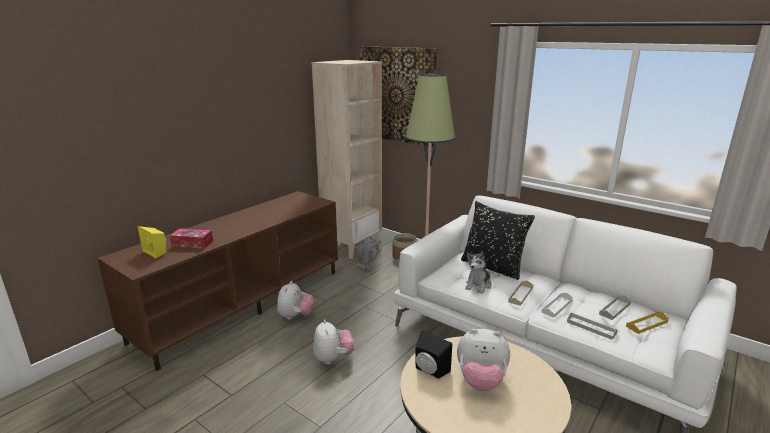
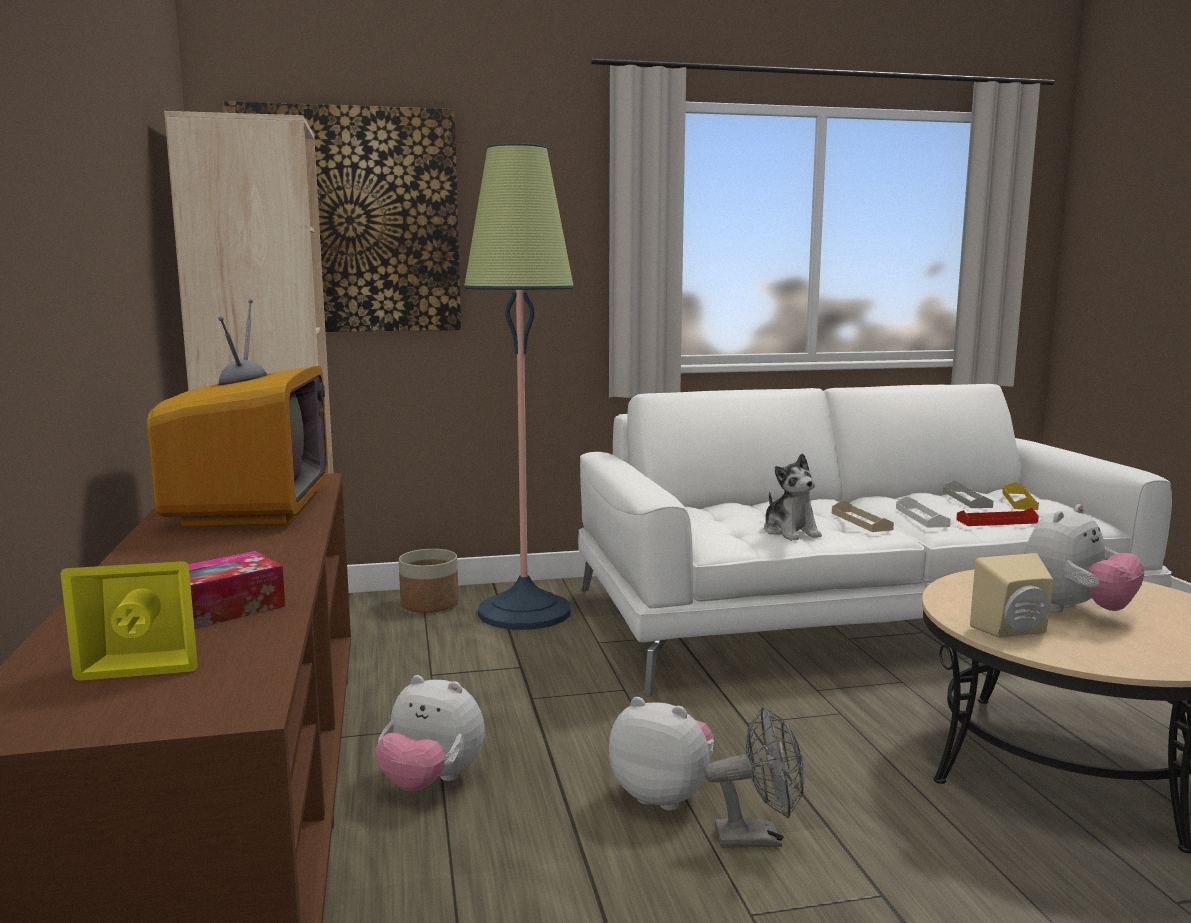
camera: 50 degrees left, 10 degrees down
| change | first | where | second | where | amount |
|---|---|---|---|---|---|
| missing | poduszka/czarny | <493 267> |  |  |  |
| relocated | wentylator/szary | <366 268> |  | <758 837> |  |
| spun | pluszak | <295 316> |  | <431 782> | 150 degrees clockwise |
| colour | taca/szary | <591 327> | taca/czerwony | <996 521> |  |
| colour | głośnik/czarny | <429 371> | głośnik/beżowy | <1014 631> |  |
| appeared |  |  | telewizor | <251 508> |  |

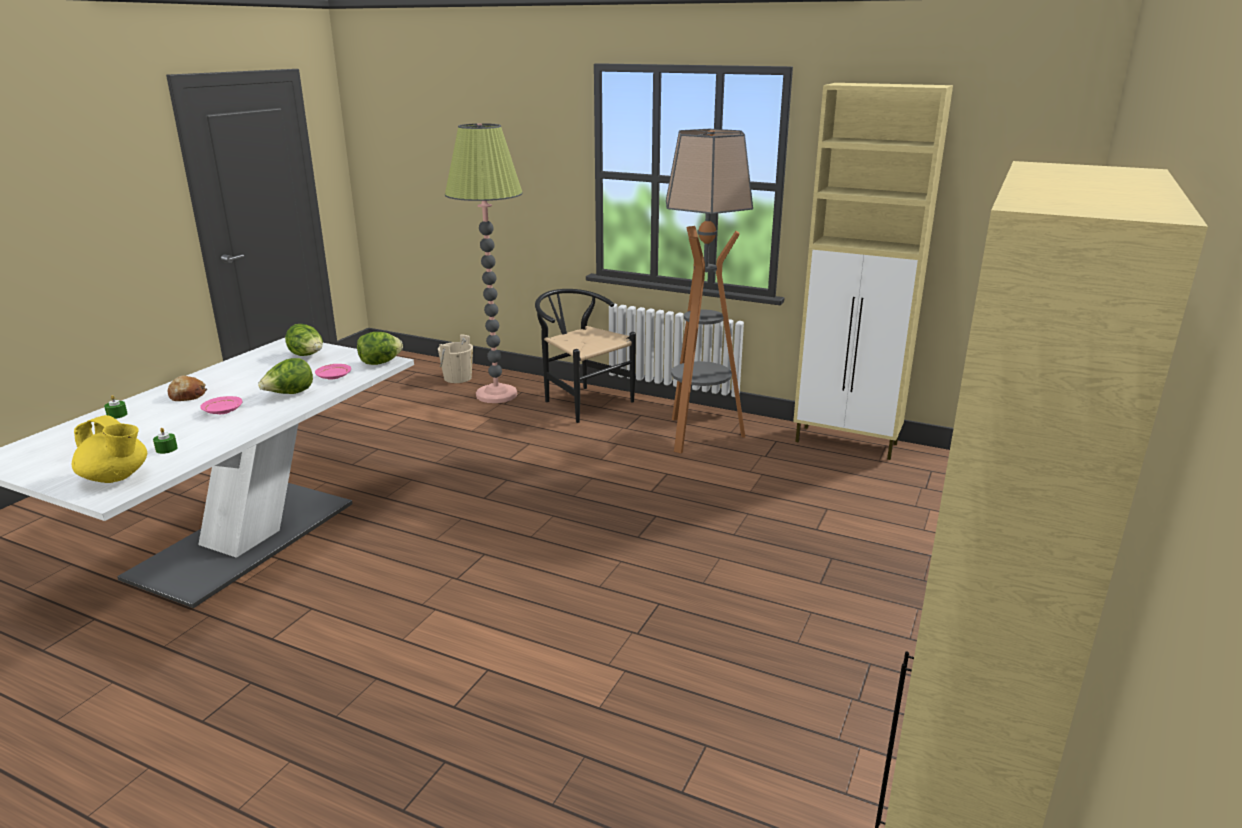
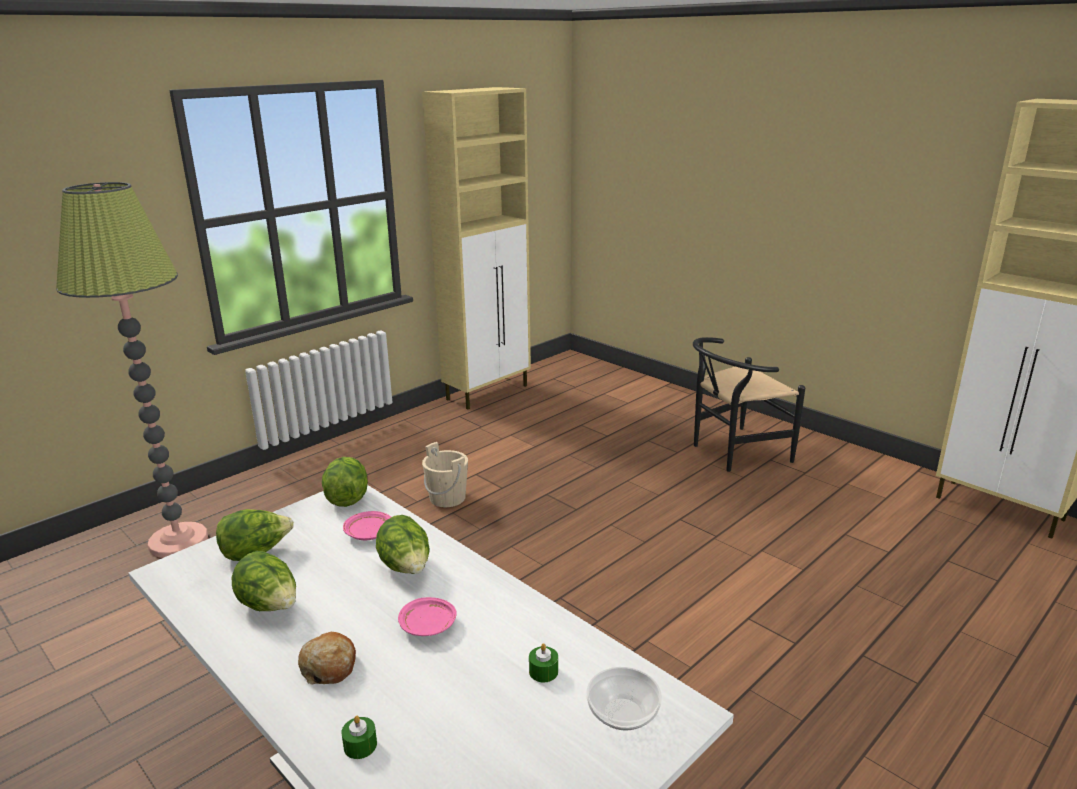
camera: 70 degrees left, 0 degrees up
| change | first | where | second | where | amount |
|---|---|---|---|---|---|
| missing | lampa stojąca | <699 435> |  |  |  |
| relocated | krzesło/czarny | <581 401> |  | <733 452> |  |
| relocated | wiadro/beżowy | <457 378> |  | <447 498> |  |
| exchanged | imbryk/żółty | <116 477> | miska | <624 714> |  |
| appeared |  |  | sałata | <270 606> |  |

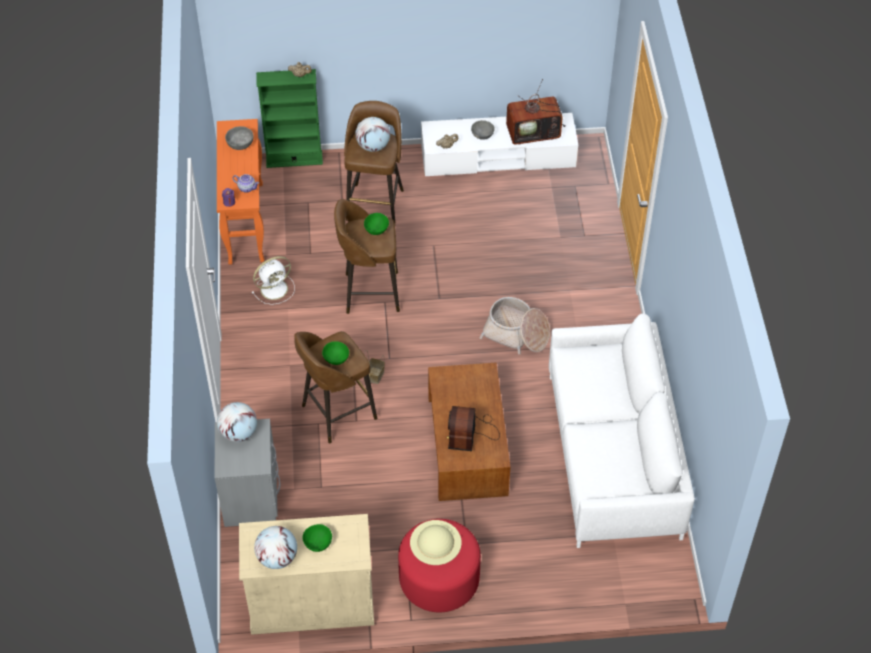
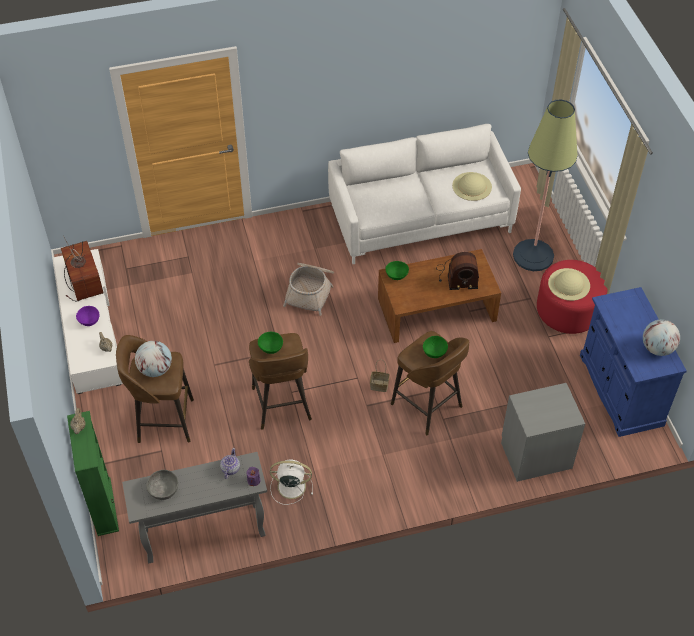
camera: 100 degrees left, 0 degrees up
| change | first | where | second | where | amount |
|---|---|---|---|---|---|
| colour | stolik konsolowy/pomarańczowy | <245 222> | stolik konsolowy/szary | <203 534> |  |
| colour | miska/szary | <482 135> | miska/fioletowy | <89 321> |  |
| spun | wentylator/biały | <275 288> |  | <290 486> | 45 degrees counterclockwise |
| missing | globus | <238 433> |  |  |  |
| colour | szafka/beżowy | <311 603> | szafka/niebieski | <620 390> |  |
| relocated | miska/zielony | <317 544> |  | <397 276> |  |
| appeared |  |  | lampa stojąca | <533 255> |  |
| appeared |  |  | kapelusz/beżowy | <472 186> |  |

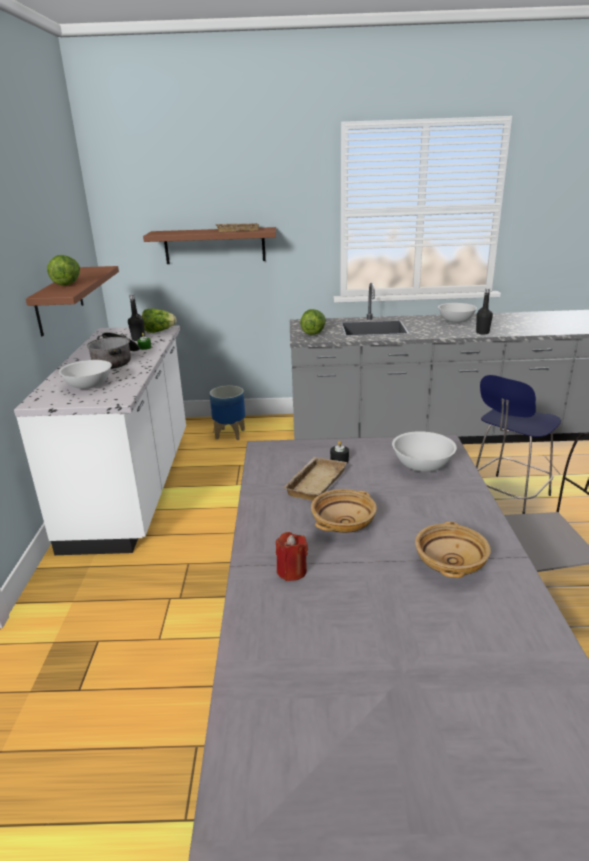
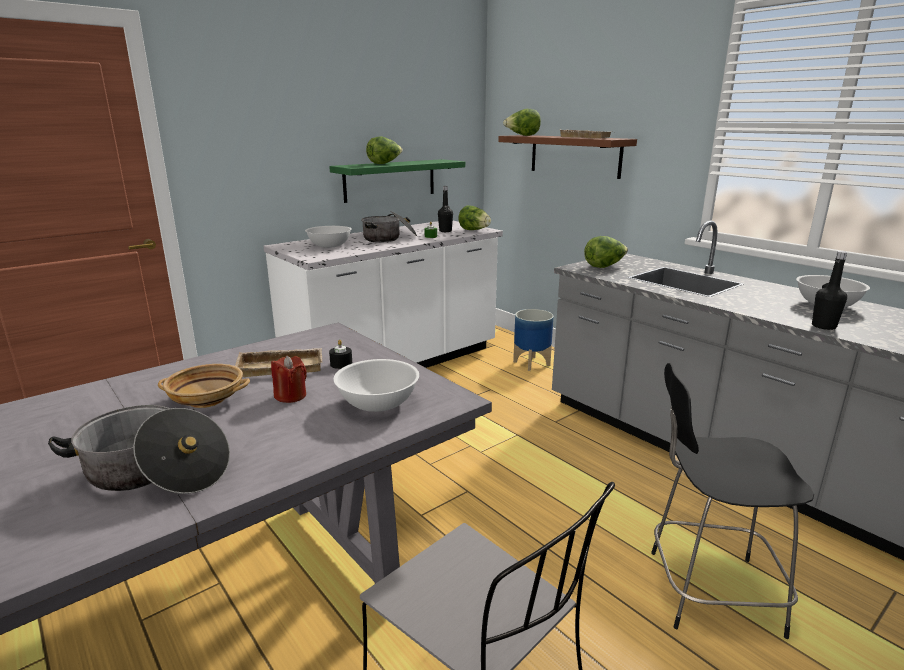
camera: 50 degrees right, 5 degrees down
| change | first | where | second | where | amount |
|---|---|---|---|---|---|
| colour | półka/brązowy | <59 300> | półka/zielony | <390 180> |  |
| colour | stołek/niebieski | <507 497> | stołek/czarny | <707 591> |  |
| exchanged | miska/beżowy | <449 563> | garnek | <154 472> |  |
| relocated | świeca/czerwony | <291 571> |  | <290 396> |  |
| appeared |  |  | sałata | <522 135> |  |

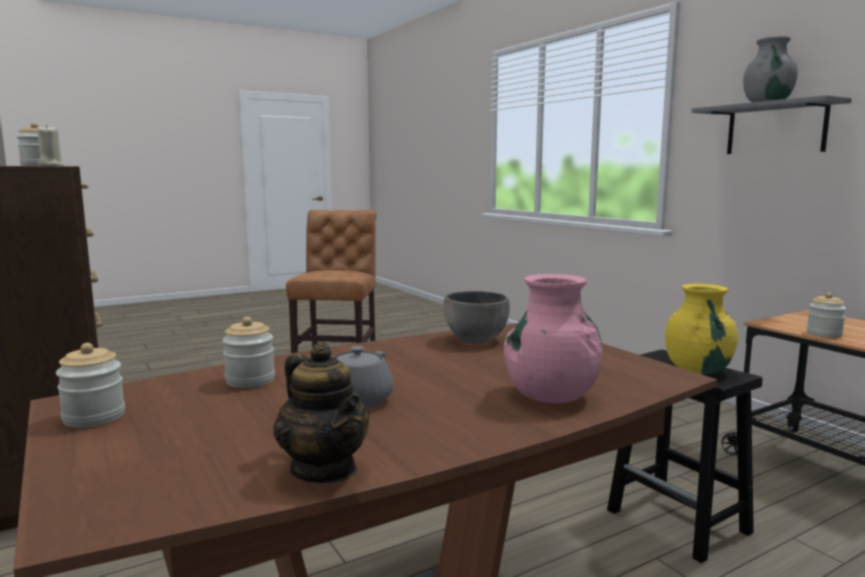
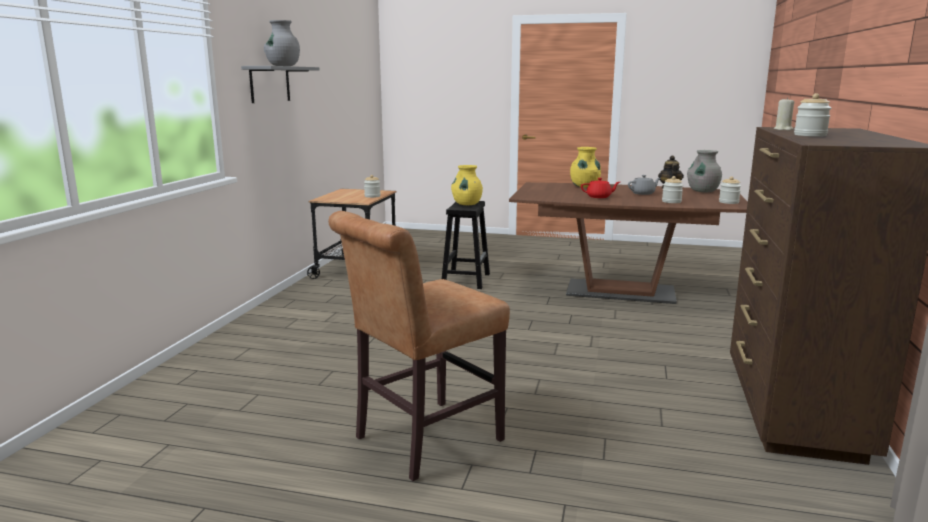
camera: 135 degrees left, 5 degrees up
| change | first | where | second | where | amount |
|---|---|---|---|---|---|
| colour | wazon/różowy | <550 395> | wazon/żółty | <584 186> |  |
| missing | miska/szary | <475 340> |  |  |  |
| appeared |  |  | wazon/szary | <703 191> |  |
| appeared |  |  | imbryk/czerwony | <599 197> |  |

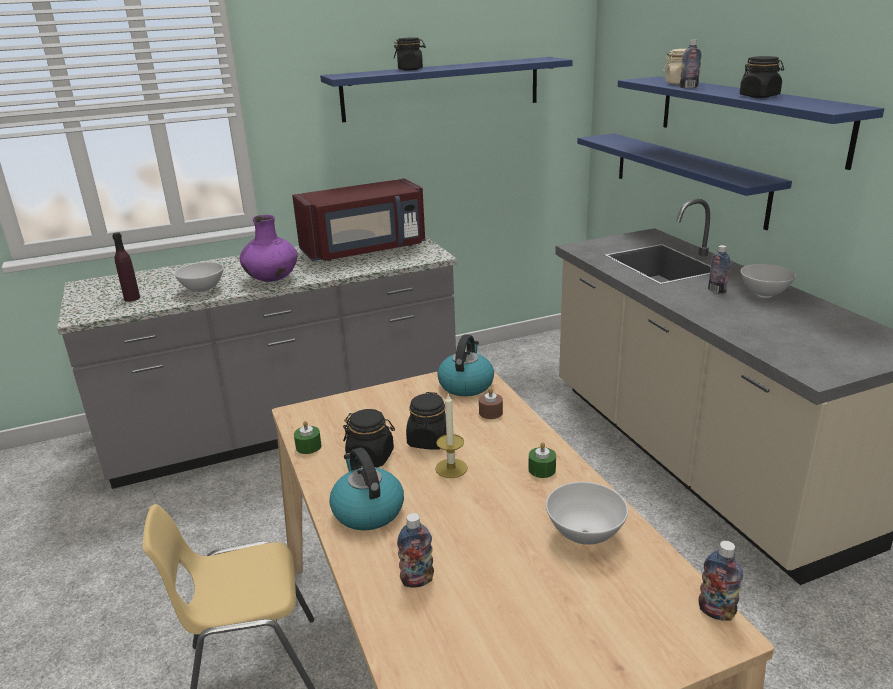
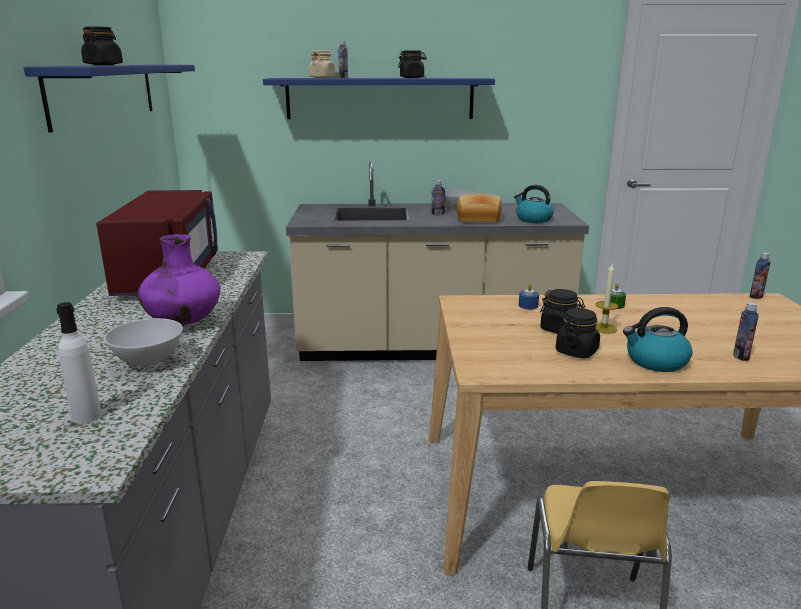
camera: 70 degrees left, 5 degrees down
| change | first | where | second | where | amount |
|---|---|---|---|---|---|
| missing | półka/niebieski | <687 177> |  |  |  |
| colour | butelka/fioletowy | <132 298> | butelka/biały | <86 416> |  |
| relocated | czajnik | <466 384> |  | <533 219> |  |
| colour | świeca/brązowy | <490 412> | świeca/niebieski | <528 305> |  |
| missing | świeca/zielony | <308 446> |  |  |  |
| missing | miska/biały | <585 535> |  |  |  |
| appeared |  |  | chleb | <478 219> |  |

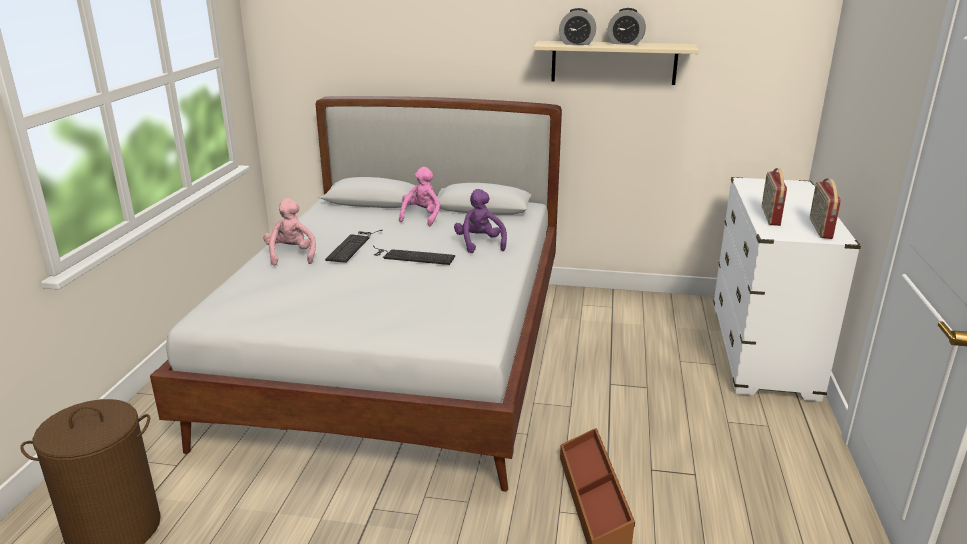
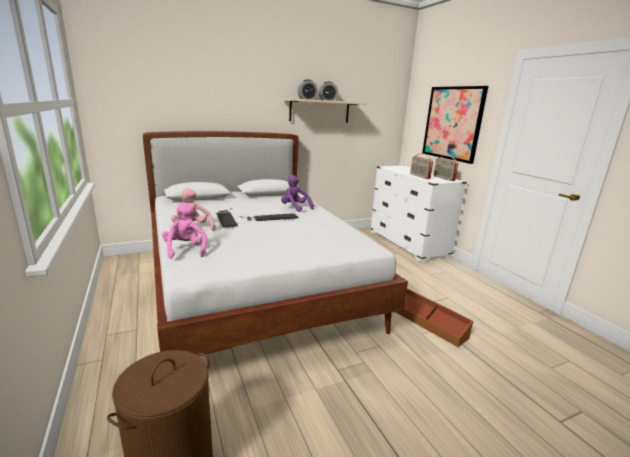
camera: 35 degrees left, 5 degrees down
| change | first | where | second | where | amount |
|---|---|---|---|---|---|
| relocated | pluszak/różowy | <421 217> |  | <185 250> |  |
| appeared |  |  | obraz | <452 123> |  |

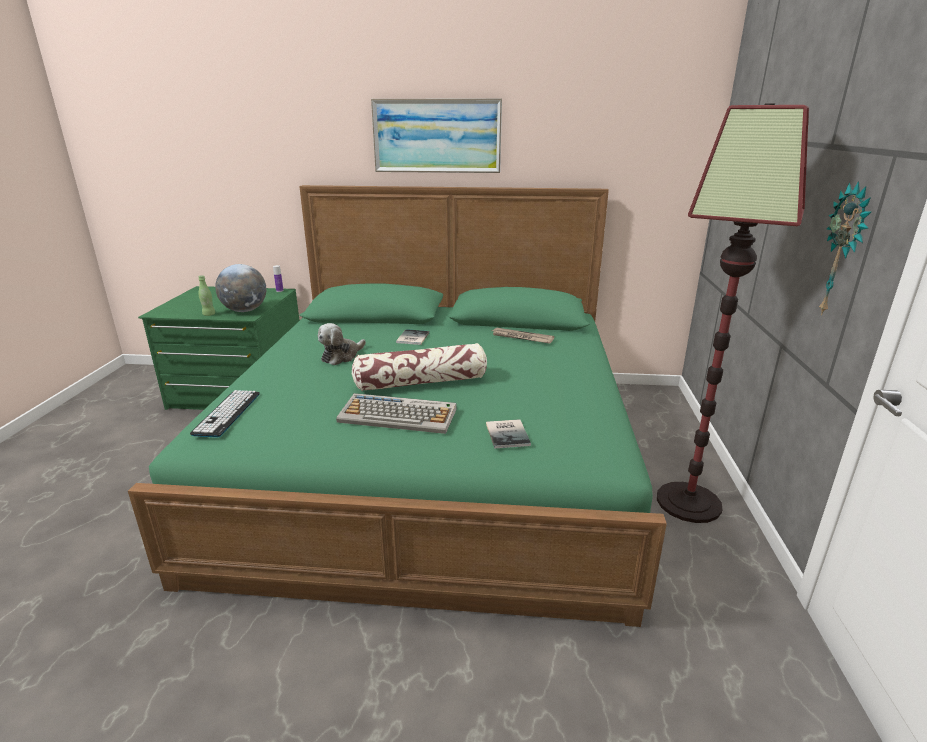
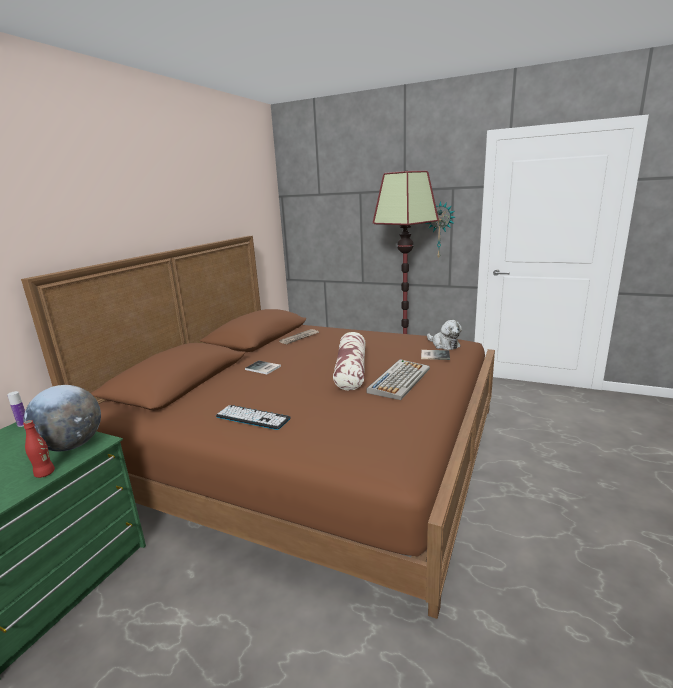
camera: 70 degrees left, 5 degrees down
| change | first | where | second | where | amount |
|---|---|---|---|---|---|
| missing | obraz | <437 136> |  |  |  |
| colour | łóżko/zielony | <432 458> | łóżko/brązowy | <313 448> |  |
| colour | butelka/zielony | <209 314> | butelka/czerwony | <45 473> |  |
| relocated | pluszak | <341 356> |  | <444 345> |  |
| relocated | klawiatura | <227 413> |  | <252 417> |  |

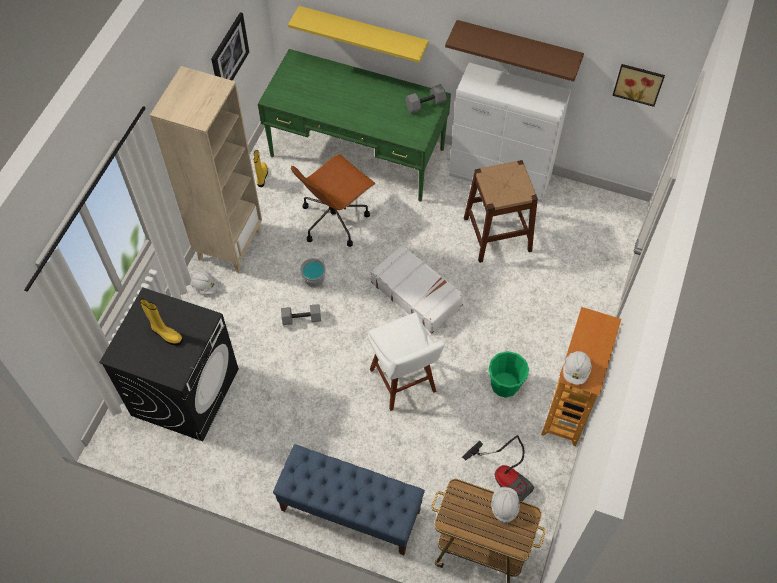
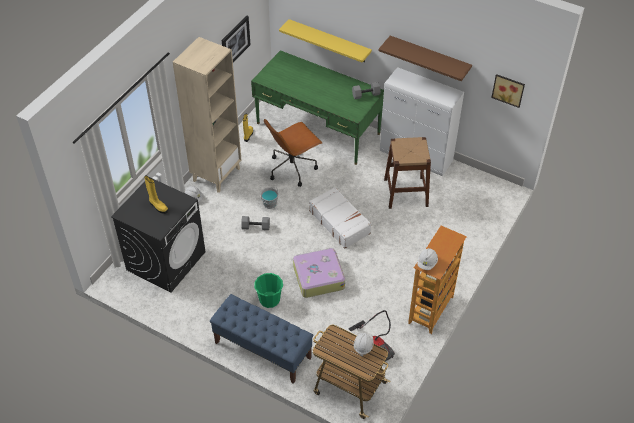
camera: 10 degrees right, 10 degrees down
| change | first | where | second | where | amount |
|---|---|---|---|---|---|
| exchanged | stołek/biały | <404 383> | walizka | <318 277> |  |
| relocated | wiadro/zielony | <505 384> |  | <269 299> |  |

